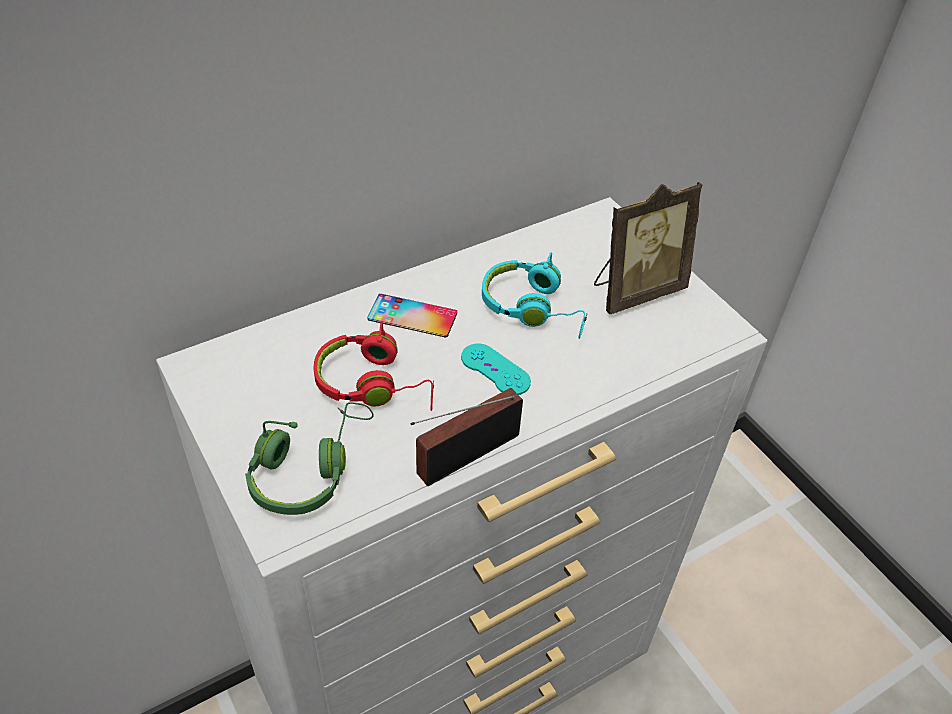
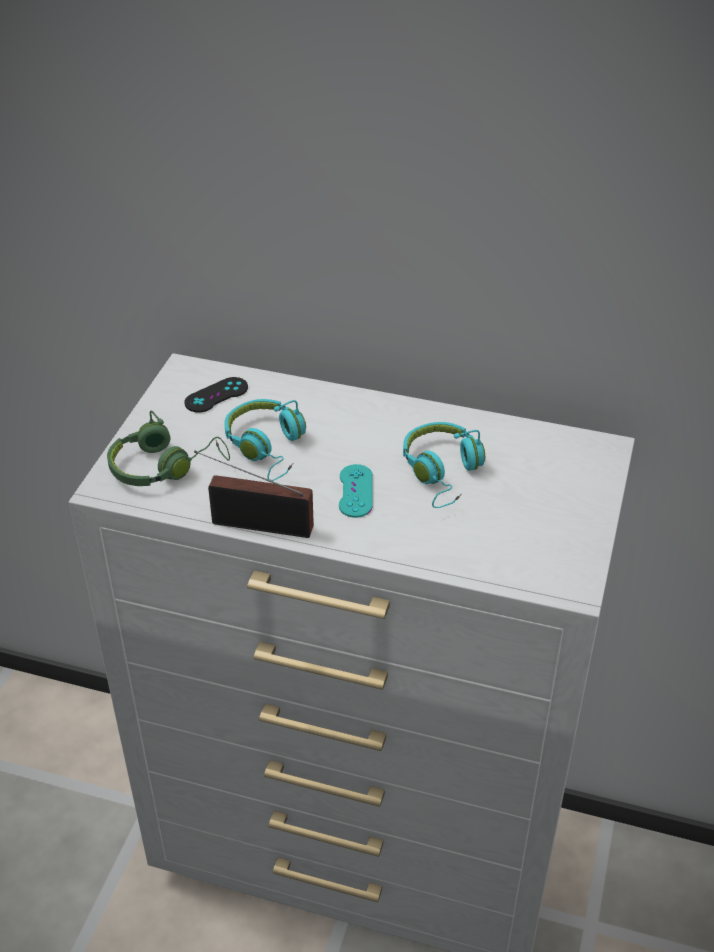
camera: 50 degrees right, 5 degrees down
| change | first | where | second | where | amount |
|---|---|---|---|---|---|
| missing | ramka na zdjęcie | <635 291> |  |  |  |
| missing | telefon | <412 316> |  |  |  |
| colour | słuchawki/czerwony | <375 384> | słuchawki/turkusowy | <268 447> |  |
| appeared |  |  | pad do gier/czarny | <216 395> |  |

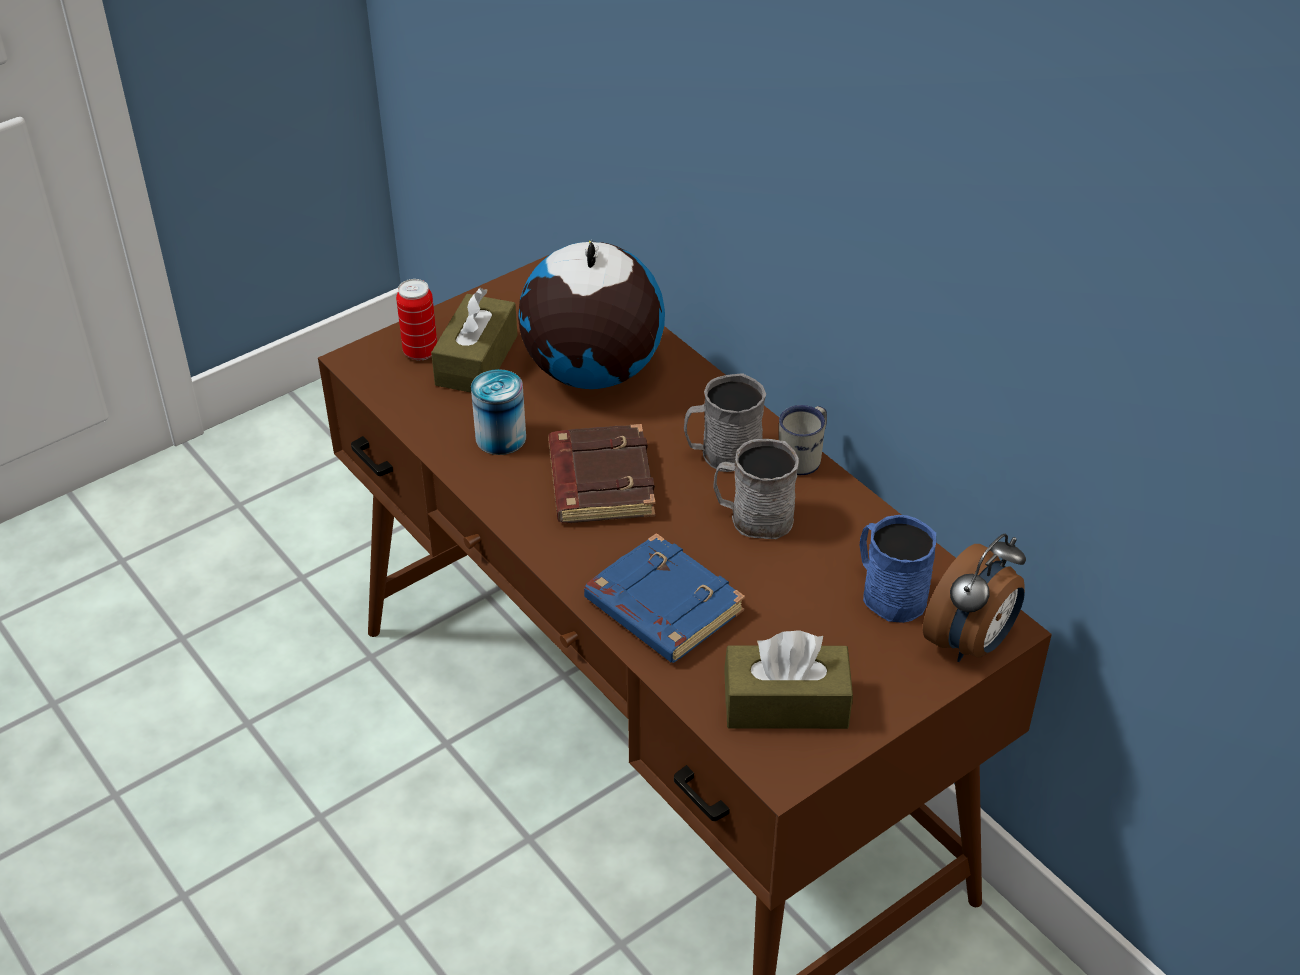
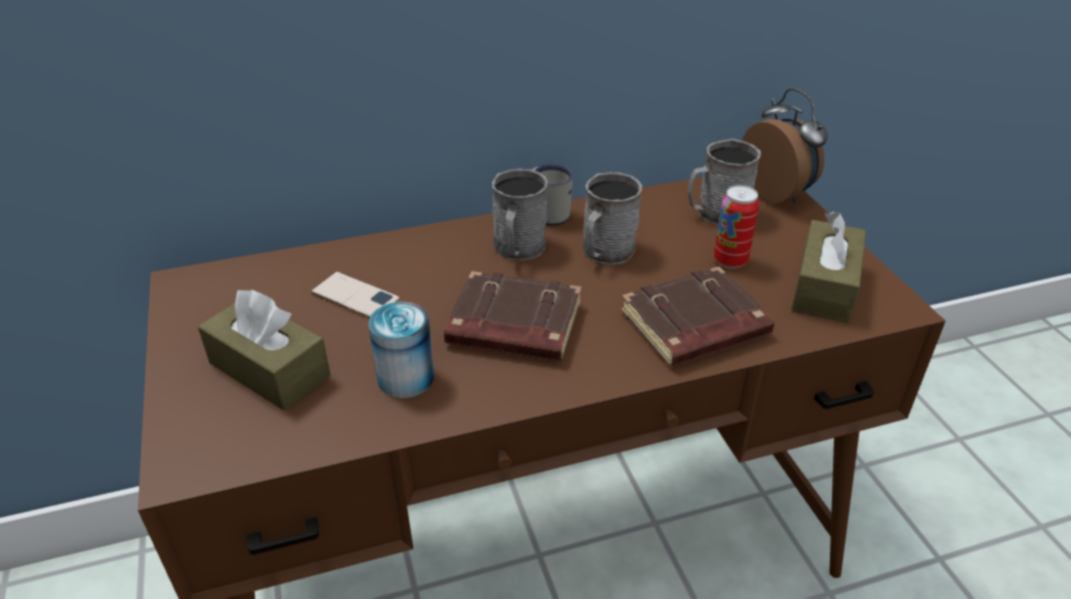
camera: 70 degrees left, 5 degrees down
| change | first | where | second | where | amount |
|---|---|---|---|---|---|
| exchanged | globus | <592 372> | telefon | <355 296> |  |
| relocated | puszka | <420 352> |  | <730 261> |  |
| colour | kubek/niebieski | <888 593> | kubek/szary | <716 213> |  |
| colour | książka/niebieski | <661 607> | książka/brązowy | <694 326> |  |

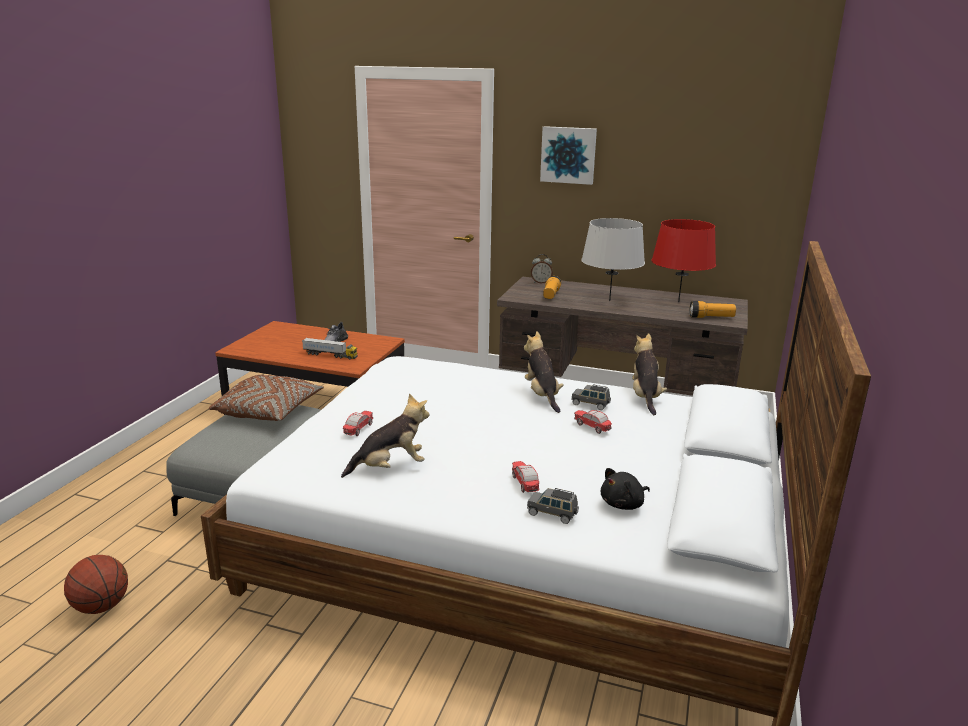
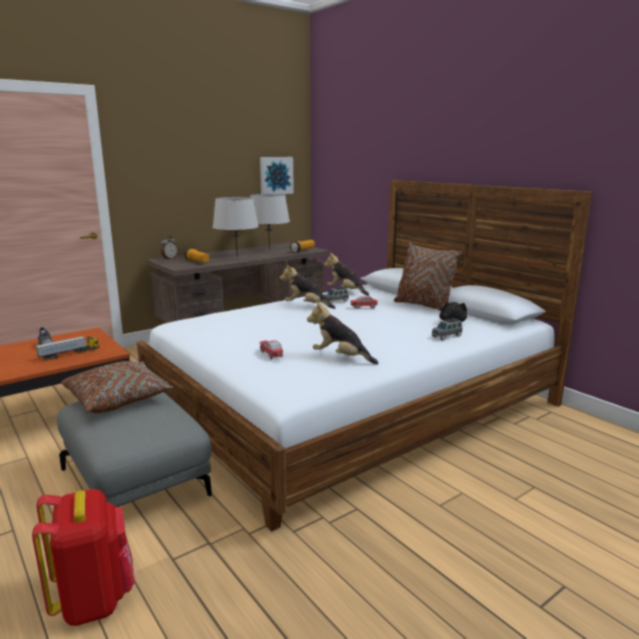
camera: 55 degrees left, 5 degrees down
| change | first | where | second | where | amount |
|---|---|---|---|---|---|
| relocated | obraz | <568 155> |  | <275 175> |  |
| colour | lampa stołowa/czerwony | <679 302> | lampa stołowa/szary | <269 249> |  |
| spun | pluszak | <390 467> |  | <340 358> | 75 degrees counterclockwise |
| missing | samochodzik | <524 484> |  |  |  |
| missing | piłka do koszykówki | <101 606> |  |  |  |
| appeared |  |  | poduszka/brązowy | <423 305> |  |
| appeared |  |  | plecak/czerwony | <94 599> |  |

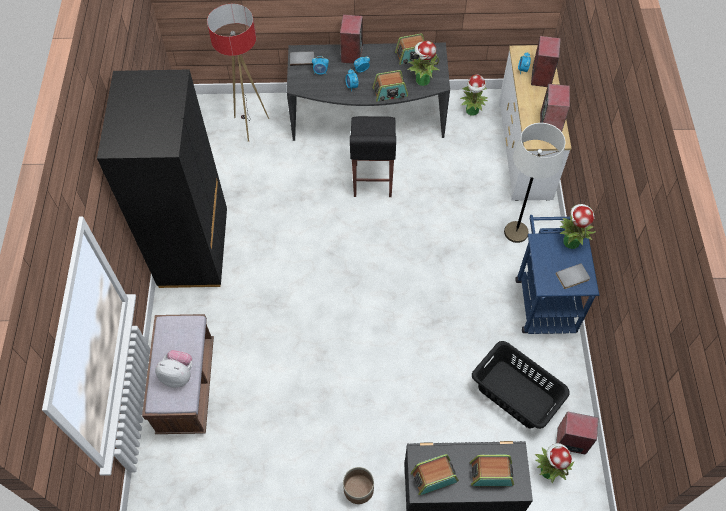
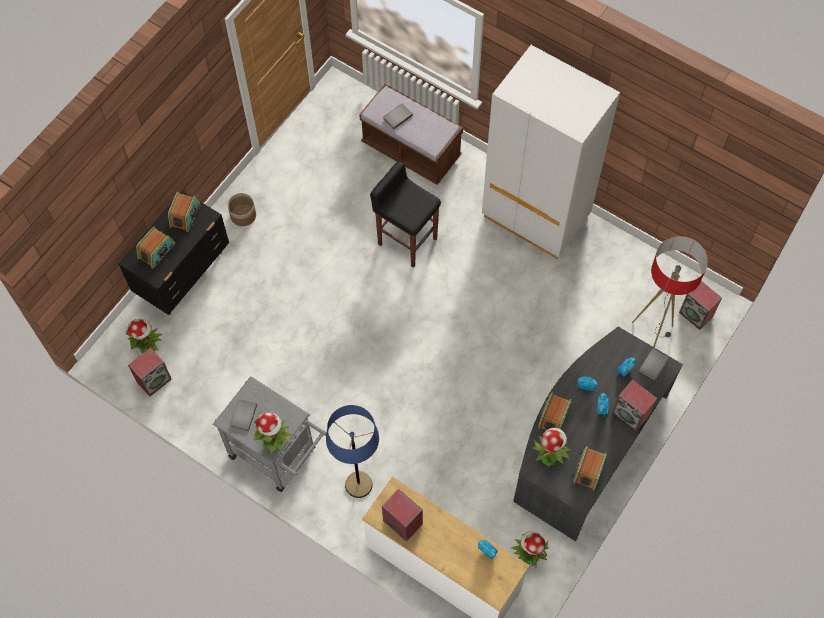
camera: 125 degrees right, 5 degrees up
| change | first | where | second | where | amount |
|---|---|---|---|---|---|
| relocated | głośnik | <541 76> |  | <696 314> |  |
| colour | szafa/czarny | <194 250> | szafa/biały | <535 216> |  |
| relocated | stołek/czarny | <372 181> |  | <407 240> |  |
| colour | lampa stojąca/biały | <516 232> | lampa stojąca/niebieski | <358 485> |  |
| colour | wózek/niebieski | <544 298> | wózek/szary | <278 456> |  |
| missing | kosz na pranie/czarny | <515 395> |  |  |  |
| exchanged | pluszak | <178 375> | książka/szary | <397 116> |  |

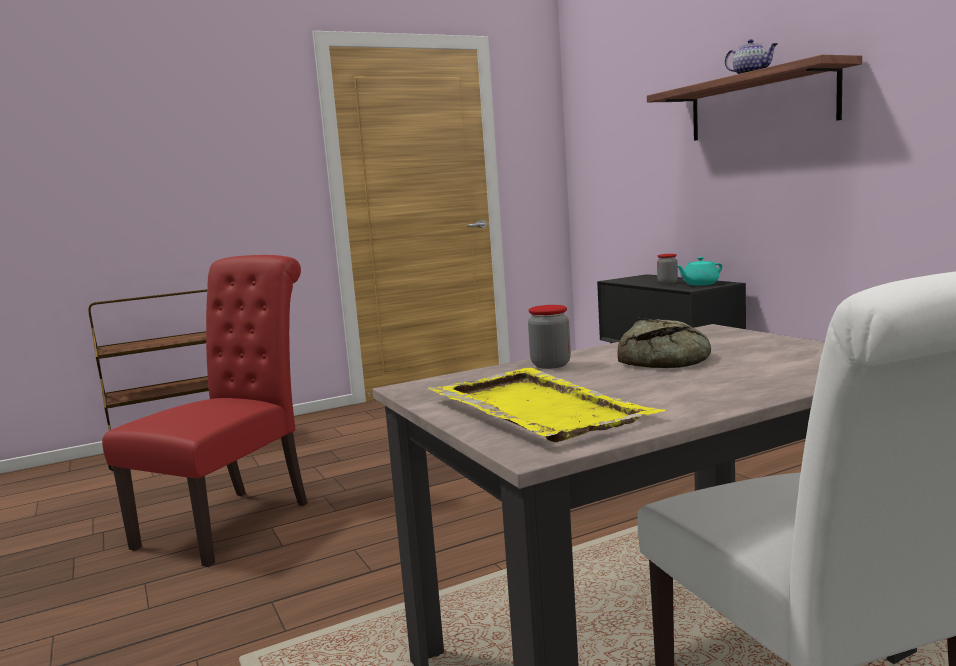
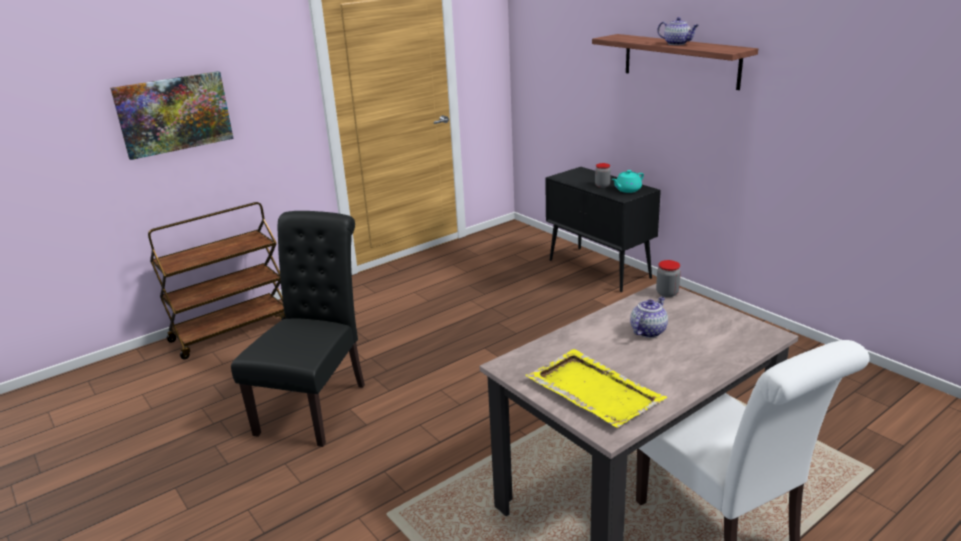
camera: 10 degrees left, 15 degrees up
| change | first | where | second | where | amount |
|---|---|---|---|---|---|
| colour | krzesło/czerwony | <233 520> | krzesło/czarny | <317 404> |  |
| relocated | słoik | <550 365> |  | <667 293> |  |
| exchanged | chleb | <668 359> | imbryk | <648 331> |  |
| appeared |  |  | obraz | <174 114> |  |

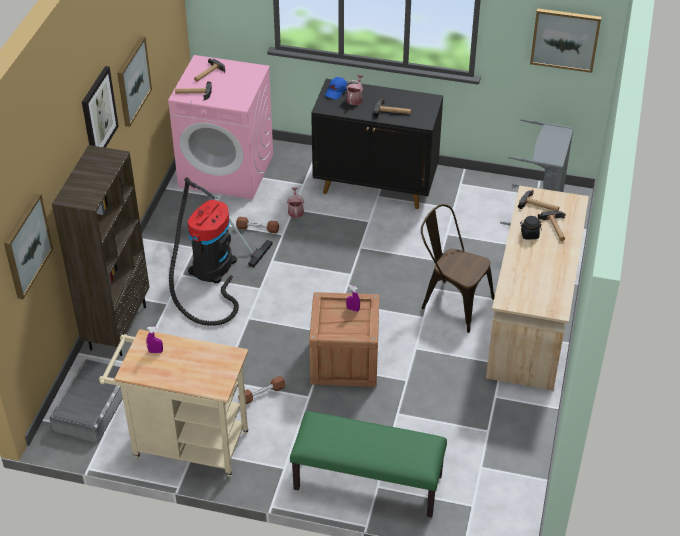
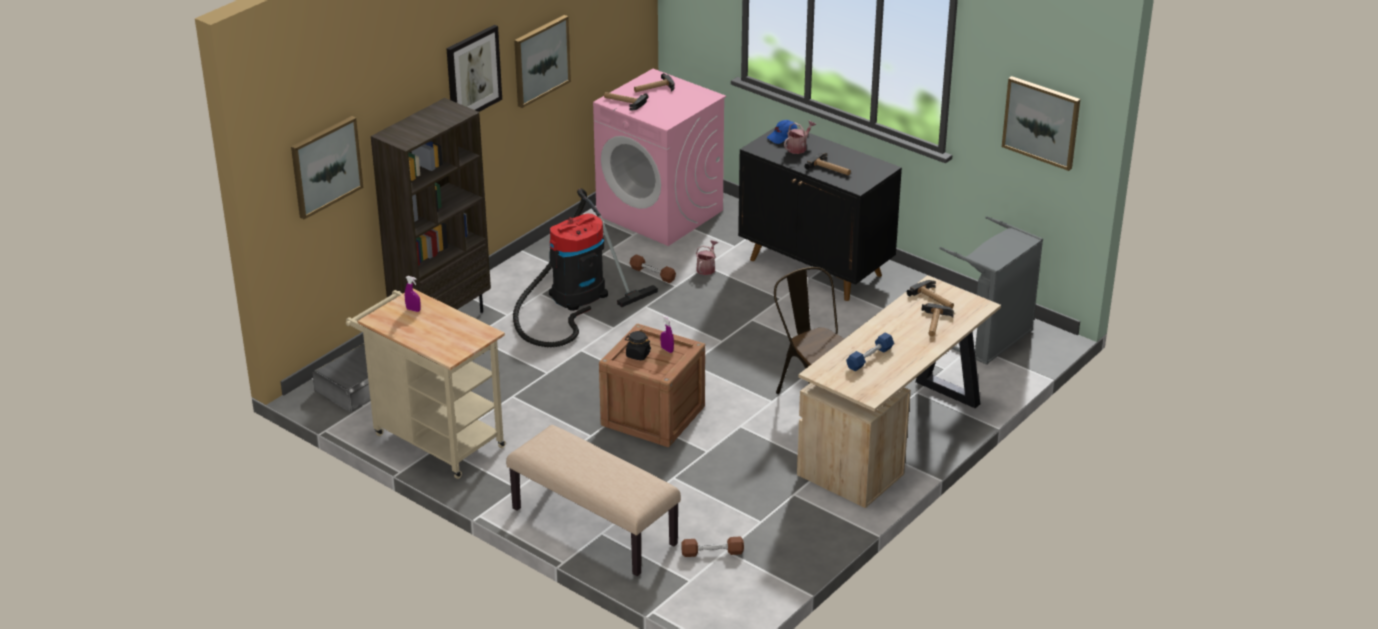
camera: 25 degrees right, 10 degrees down
| change | first | where | second | where | amount |
|---|---|---|---|---|---|
| relocated | słoik/czarny | <529 234> |  | <638 355> |  |
| relocated | hantel/brązowy | <262 394> |  | <712 553> |  |
| colour | ławka/zielony | <367 483> | ławka/beżowy | <593 527> |  |
| appeared |  |  | hantel/niebieski | <869 358> |  |

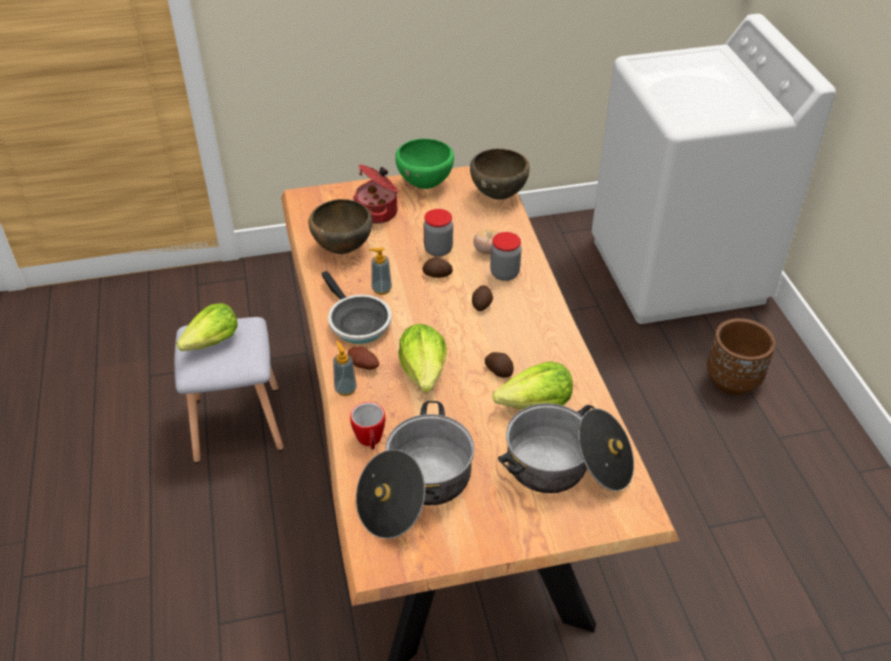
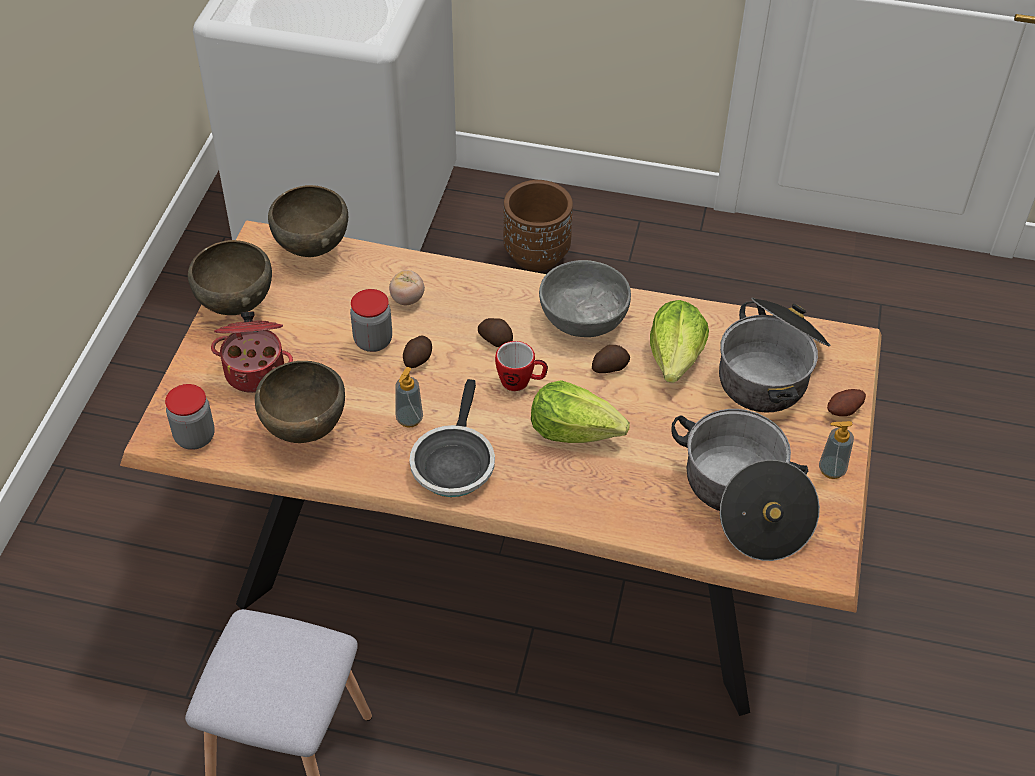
camera: 65 degrees left, 5 degrees up
| change | first | where | second | where | amount |
|---|---|---|---|---|---|
| colour | miska/zielony | <425 185> | miska/brązowy | <236 305> |  |
| relocated | słoik | <504 273> |  | <195 437> |  |
| spun | patelnia | <356 322> |  | <453 463> | 105 degrees clockwise |
| missing | sałata | <212 342> |  |  |  |
| relocated | dozownik mydła | <345 389> |  | <831 470> |  |
| relocated | ziemniak | <363 366> |  | <844 411> |  |
| relocated | kubek | <370 441> |  | <521 382> |  |
| appeared |  |  | miska/szary | <583 316> |  |

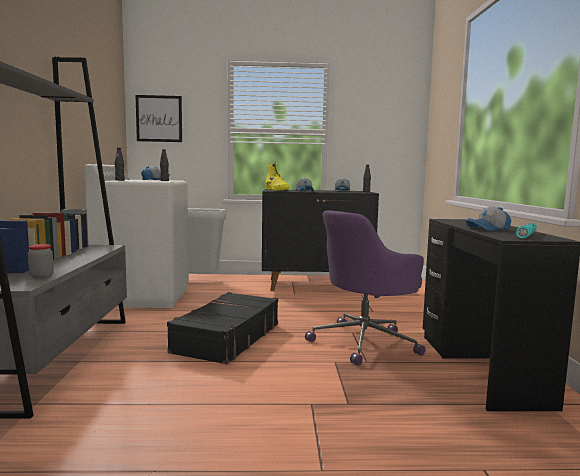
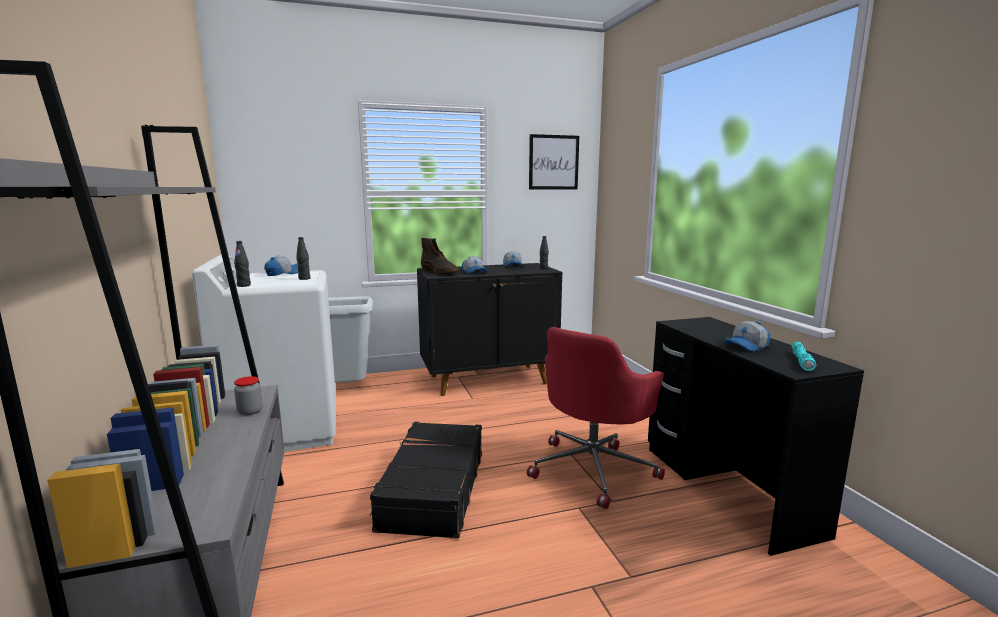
camera: 15 degrees left, 5 degrees up
| change | first | where | second | where | amount |
|---|---|---|---|---|---|
| relocated | obraz | <159 118> |  | <553 162> |  |
| colour | but z cholewką/żółty | <277 190> | but z cholewką/brązowy | <439 272> |  |
| colour | krzesło biurowe/fioletowy | <365 342> | krzesło biurowe/czerwony | <593 469> |  |
| relocated | słoik | <41 276> |  | <250 411> |  |

